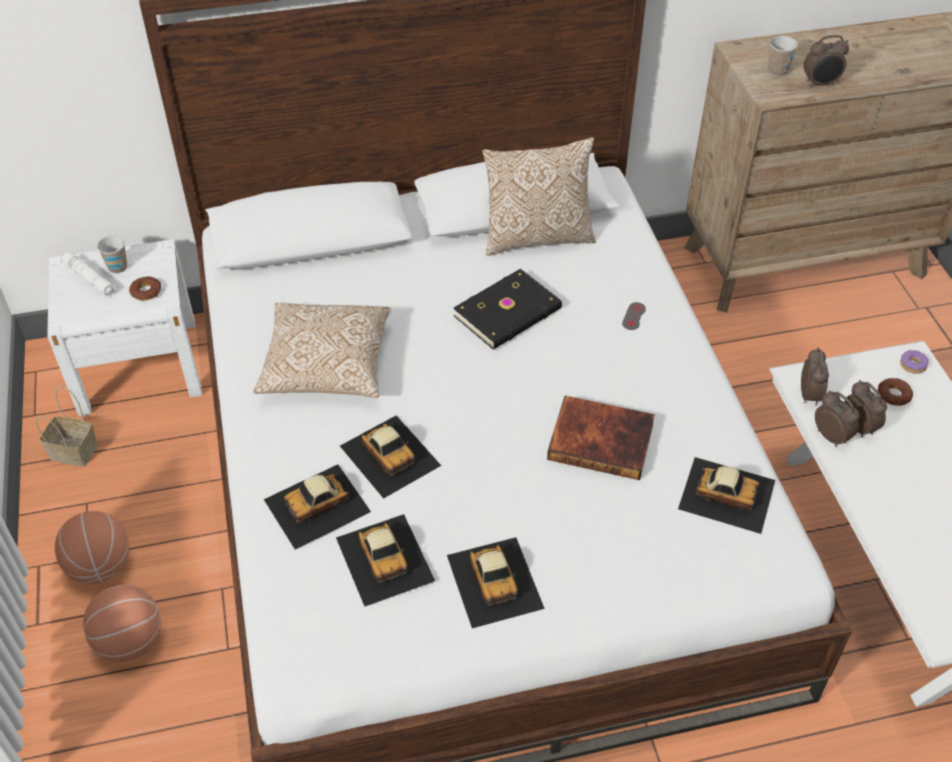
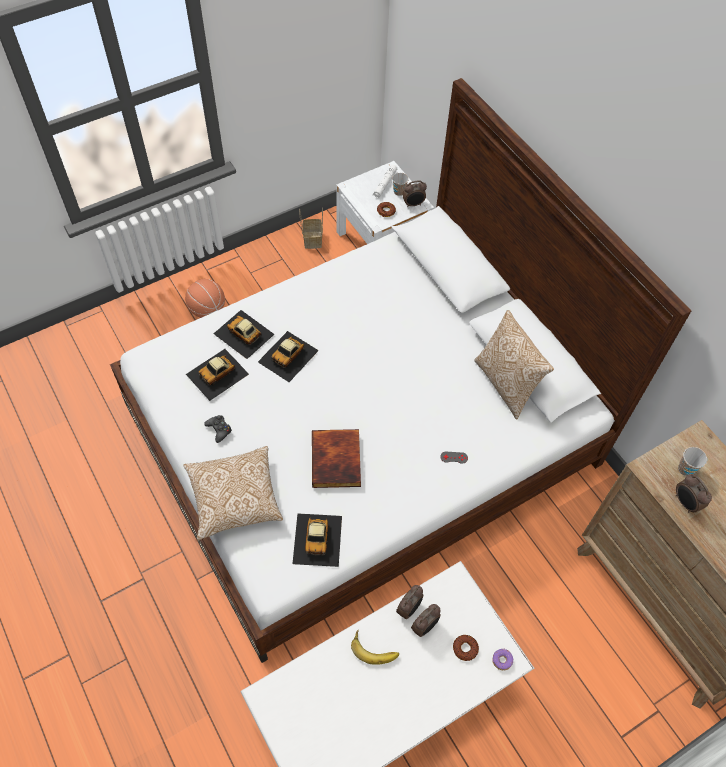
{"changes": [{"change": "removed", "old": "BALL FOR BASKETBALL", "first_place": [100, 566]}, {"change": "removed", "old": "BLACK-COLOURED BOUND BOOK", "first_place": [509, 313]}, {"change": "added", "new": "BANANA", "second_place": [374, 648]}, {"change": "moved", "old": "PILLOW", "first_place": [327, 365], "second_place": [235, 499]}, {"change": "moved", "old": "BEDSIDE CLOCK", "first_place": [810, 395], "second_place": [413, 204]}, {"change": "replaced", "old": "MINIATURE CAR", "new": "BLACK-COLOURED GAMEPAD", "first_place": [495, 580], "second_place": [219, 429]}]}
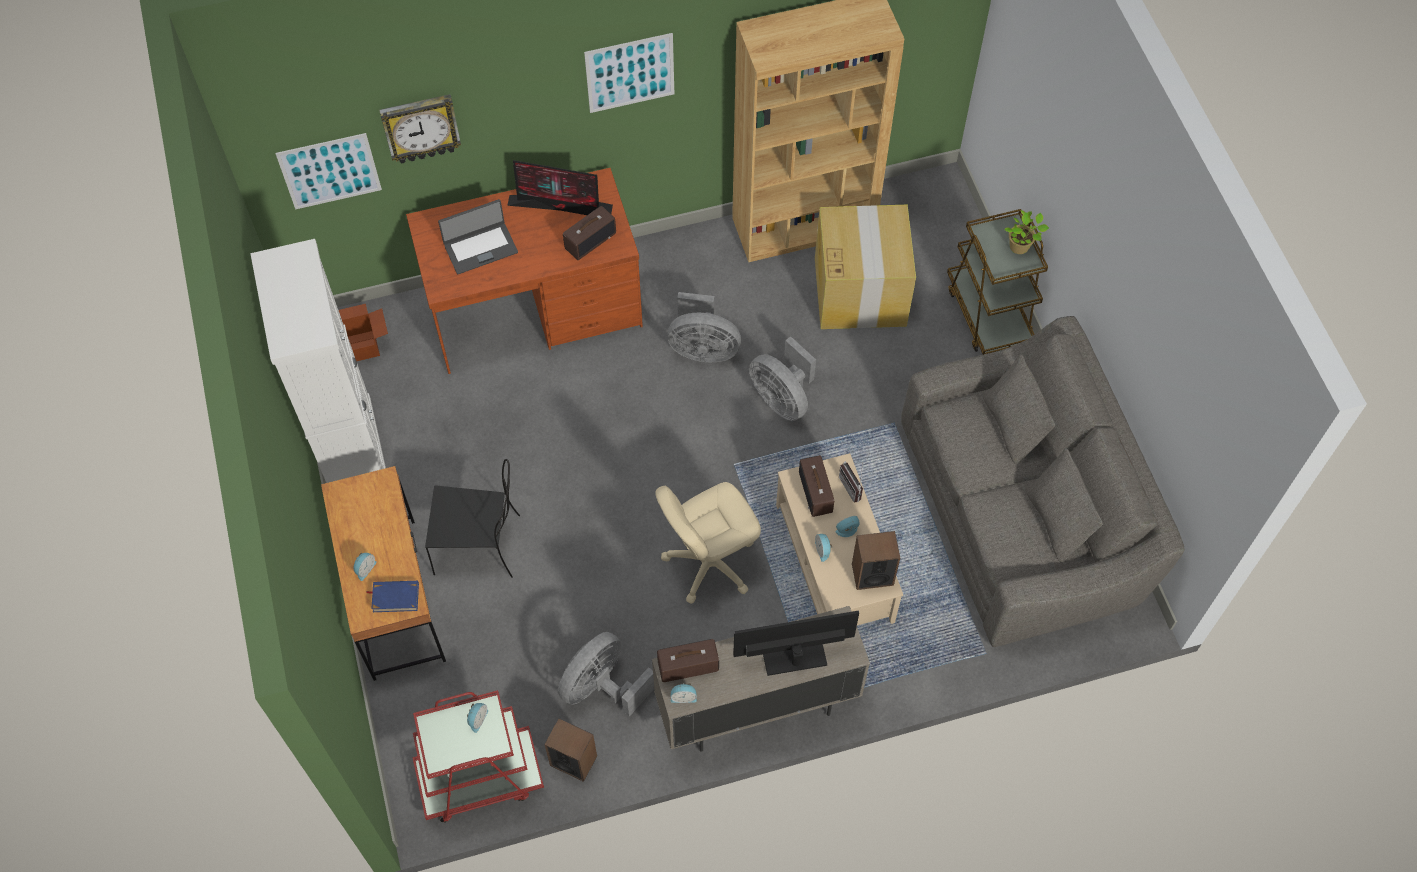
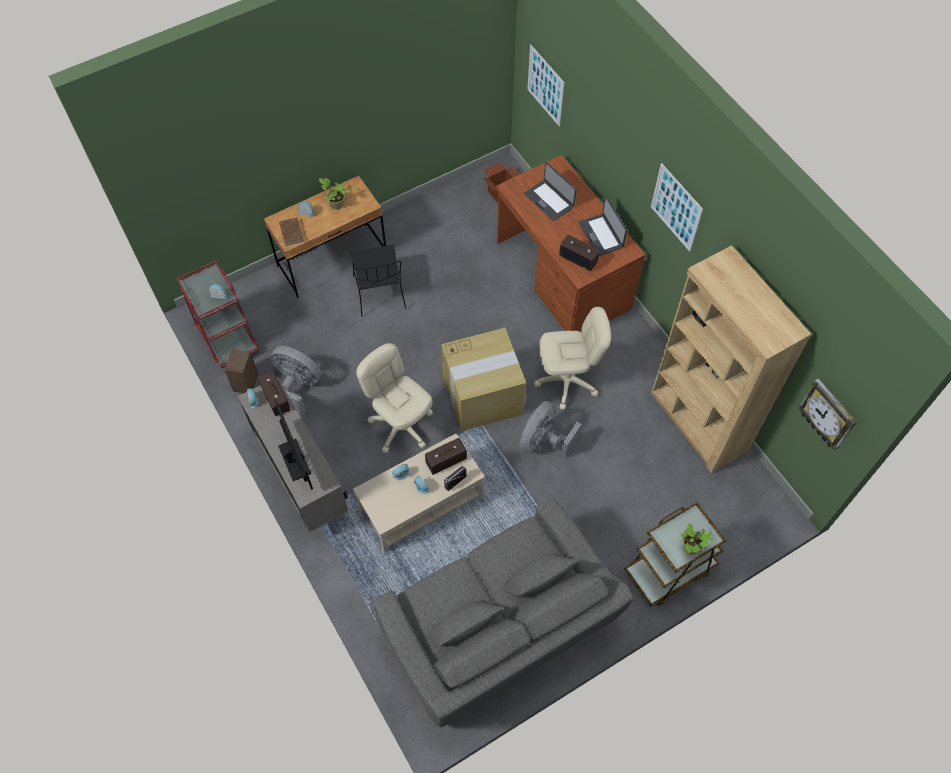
{"changes": [{"change": "removed", "old": "WHITE-COLOURED CABINET", "first_place": [353, 450]}, {"change": "removed", "old": "SPEAKER", "first_place": [872, 574]}, {"change": "added", "new": "POTTED PLANT", "second_place": [335, 204]}, {"change": "moved", "old": "CLOCK ON THE WALL", "first_place": [420, 128], "second_place": [828, 414]}, {"change": "moved", "old": "PACKING BOX", "first_place": [860, 290], "second_place": [484, 395]}, {"change": "replaced", "old": "COMPUTER SCREEN", "new": "NOTEBOOK COMPUTER", "first_place": [561, 205], "second_place": [601, 235]}, {"change": "replaced", "old": "GRAY COOLING FAN", "new": "SAND-COLOURED DESK CHAIR", "first_place": [703, 348], "second_place": [567, 381]}, {"change": "recoloured", "old": "BLUISH BOUND BOOK", "new": "BROWN BOUND BOOK", "first_place": [395, 597], "second_place": [292, 233]}]}
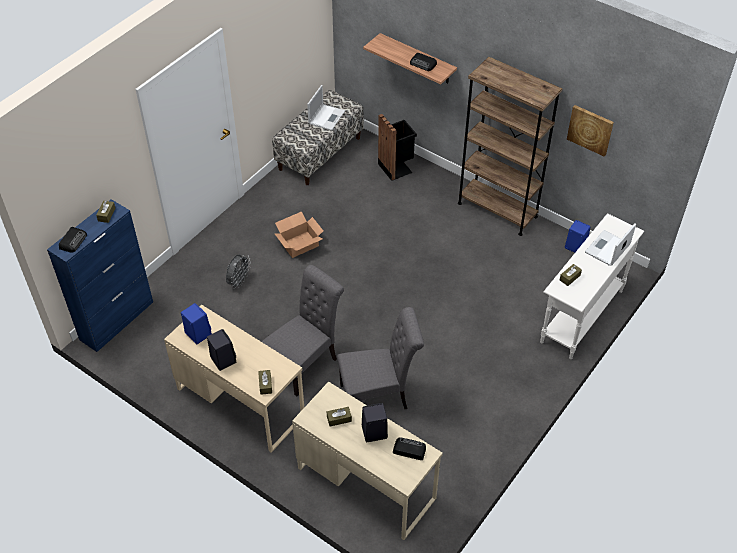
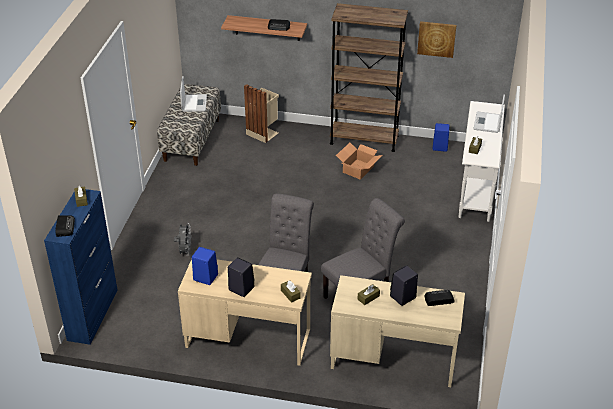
{"changes": [{"change": "moved", "old": "PACKING BOX", "first_place": [299, 244], "second_place": [358, 169]}, {"change": "recoloured", "old": "BLACK-COLOURED RUBBISH BIN", "new": "SAND-COLOURED RUBBISH BIN", "first_place": [396, 167], "second_place": [263, 132]}]}
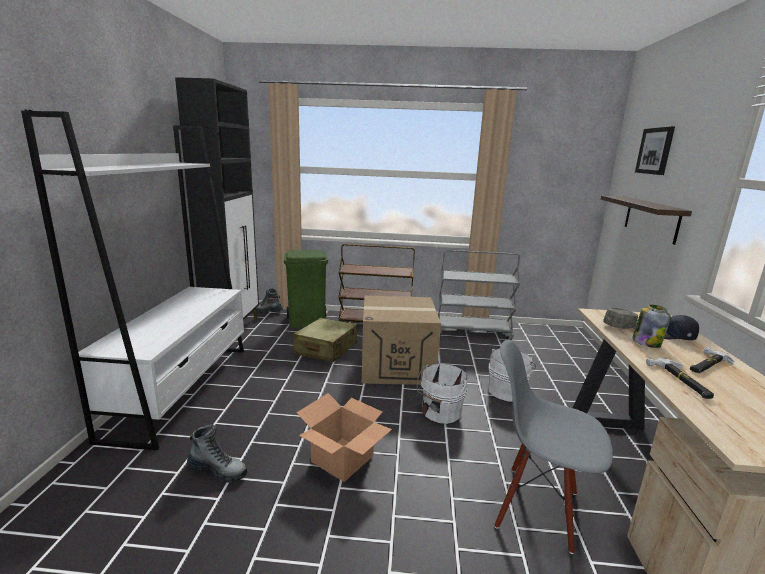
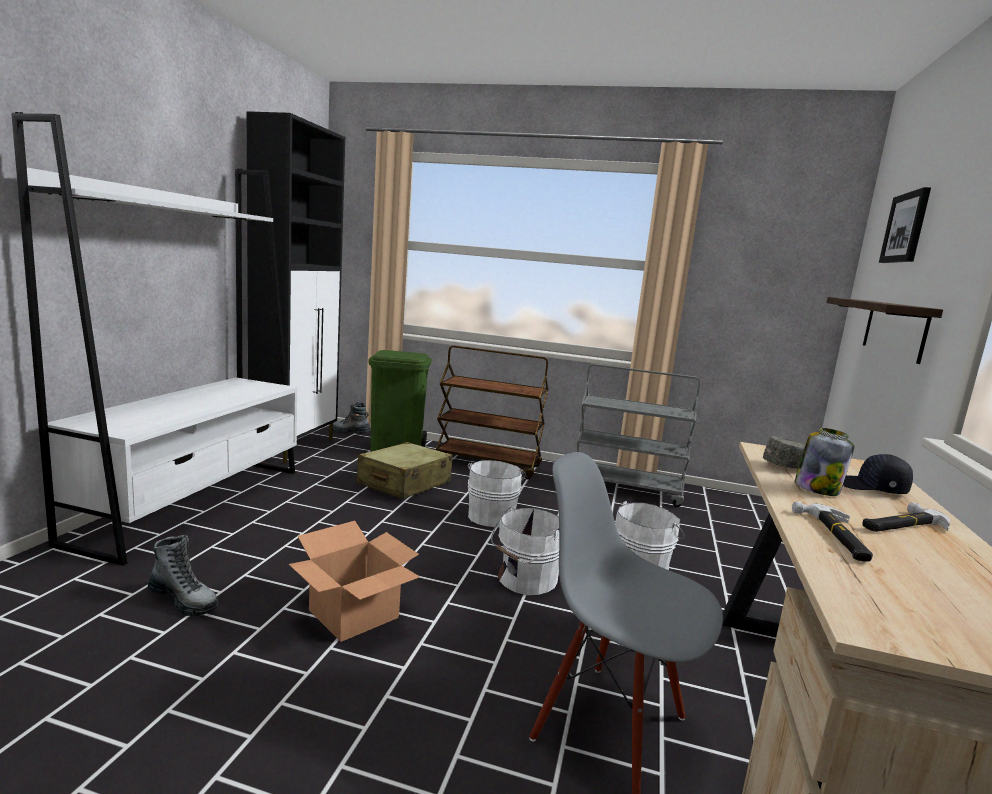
{"changes": [{"change": "replaced", "old": "PACKING BOX", "new": "WHITE-COLOURED WATER BUCKET", "first_place": [397, 366], "second_place": [492, 515]}]}
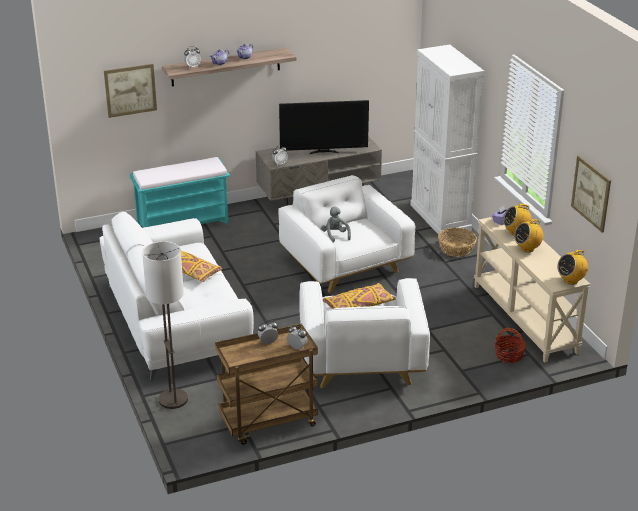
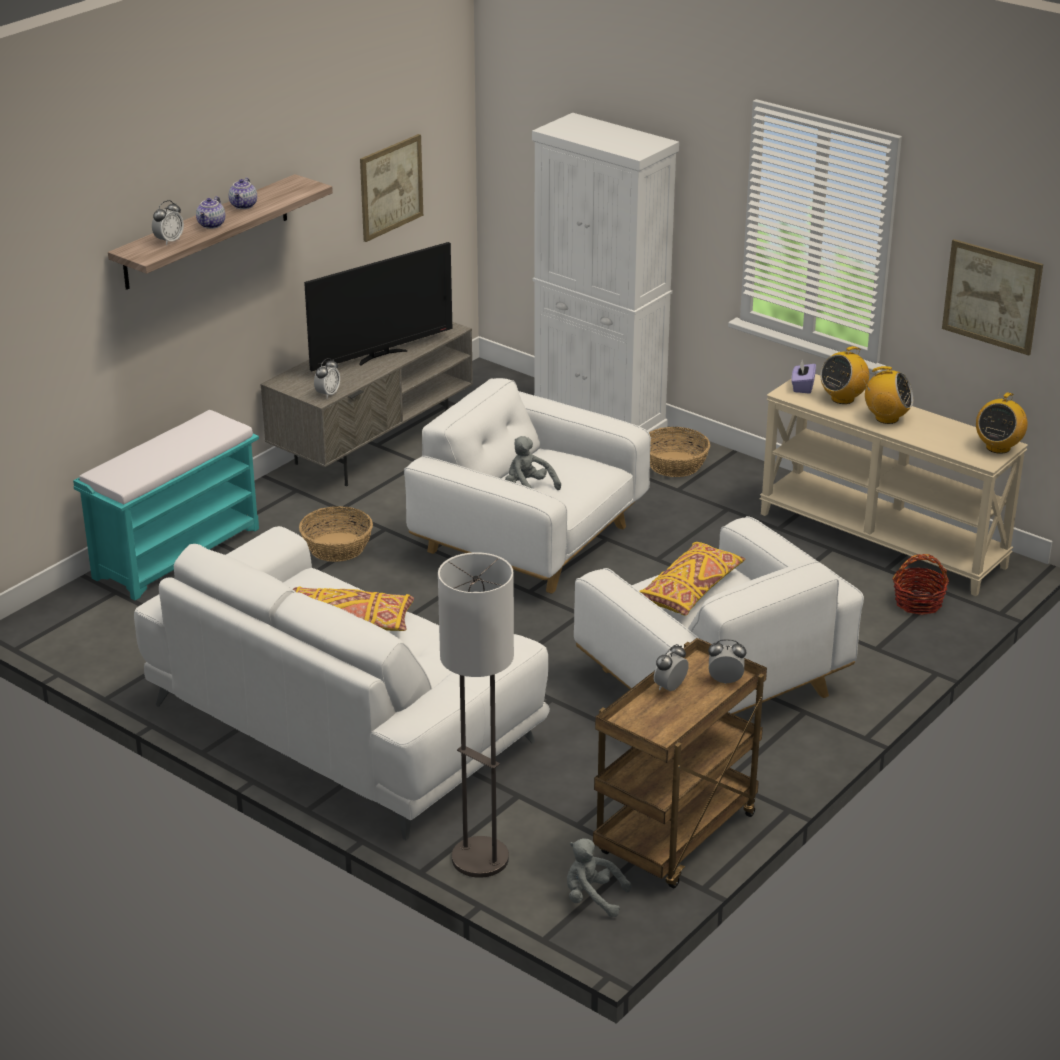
{"changes": [{"change": "added", "new": "BASKET", "second_place": [337, 547]}, {"change": "added", "new": "GRAY PLUSH TOY", "second_place": [592, 898]}, {"change": "moved", "old": "WALL PICTURE", "first_place": [130, 90], "second_place": [391, 187]}, {"change": "turned", "old": "RADIO", "first_place": [527, 248], "second_place": [886, 418], "degrees": -105}]}
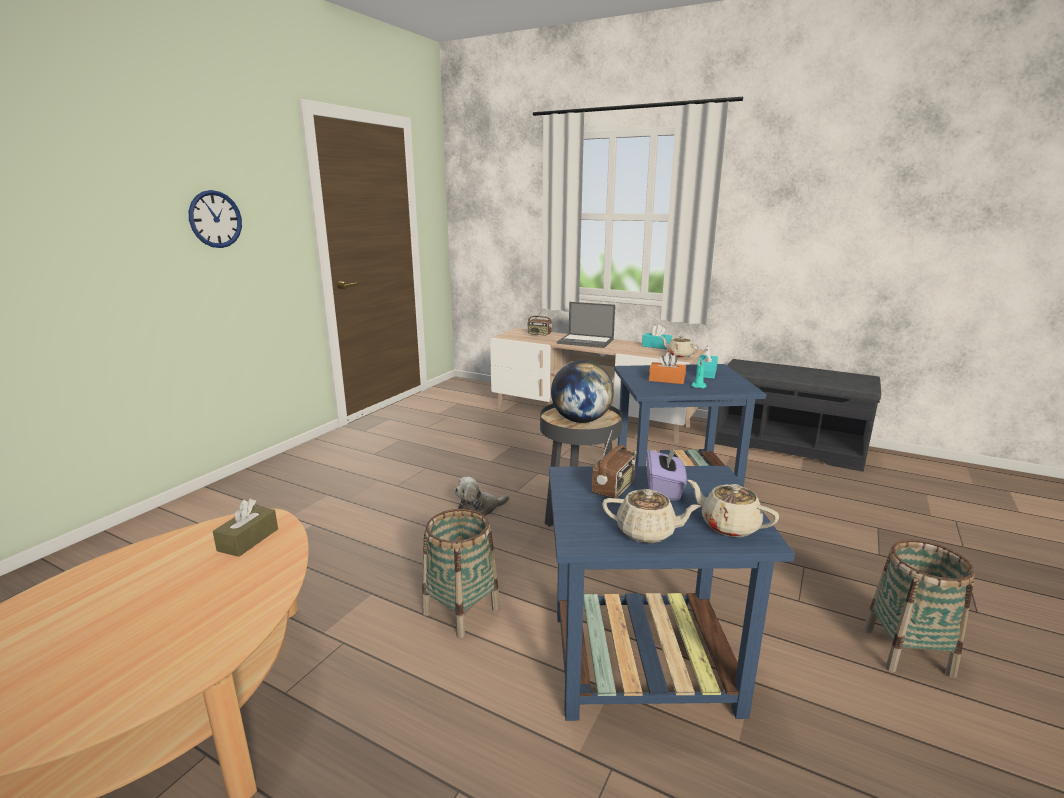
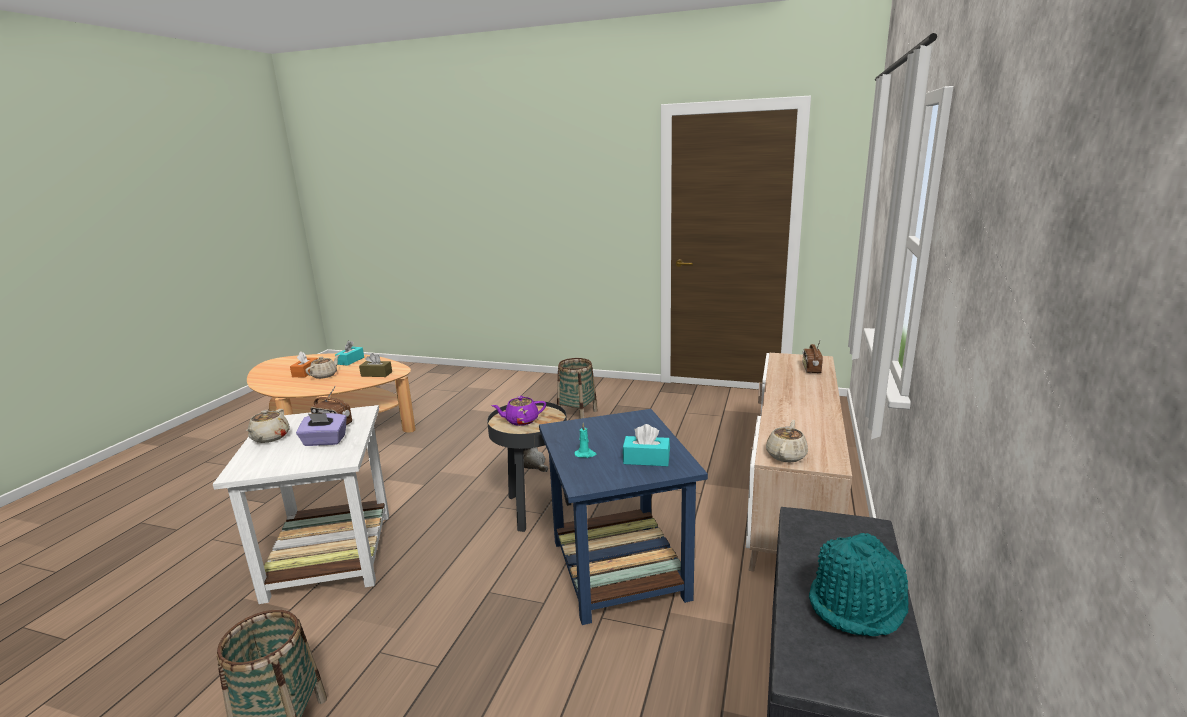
{"changes": [{"change": "removed", "old": "CLOCK ON THE WALL", "first_place": [215, 219]}, {"change": "removed", "old": "NOTEBOOK COMPUTER", "first_place": [586, 341]}, {"change": "added", "new": "TURQUOISE-COLOURED CLOTHING HAT", "second_place": [858, 605]}, {"change": "moved", "old": "BASKET", "first_place": [461, 611], "second_place": [577, 414]}, {"change": "moved", "old": "TURQUOISE-COLOURED BOX OF TISSUES", "first_place": [656, 346], "second_place": [350, 361]}, {"change": "moved", "old": "ORANGEY BOX OF TISSUES", "first_place": [666, 380], "second_place": [306, 372]}, {"change": "moved", "old": "SAND-COLOURED TEA POT", "first_place": [728, 525], "second_place": [325, 375]}, {"change": "replaced", "old": "WORLD GLOBE", "new": "PURPLISH TEA POT", "first_place": [581, 420], "second_place": [521, 421]}, {"change": "recoloured", "old": "BLUISH SIDE TABLE", "new": "WHITE-COLOURED SIDE TABLE", "first_place": [639, 661], "second_place": [330, 553]}]}
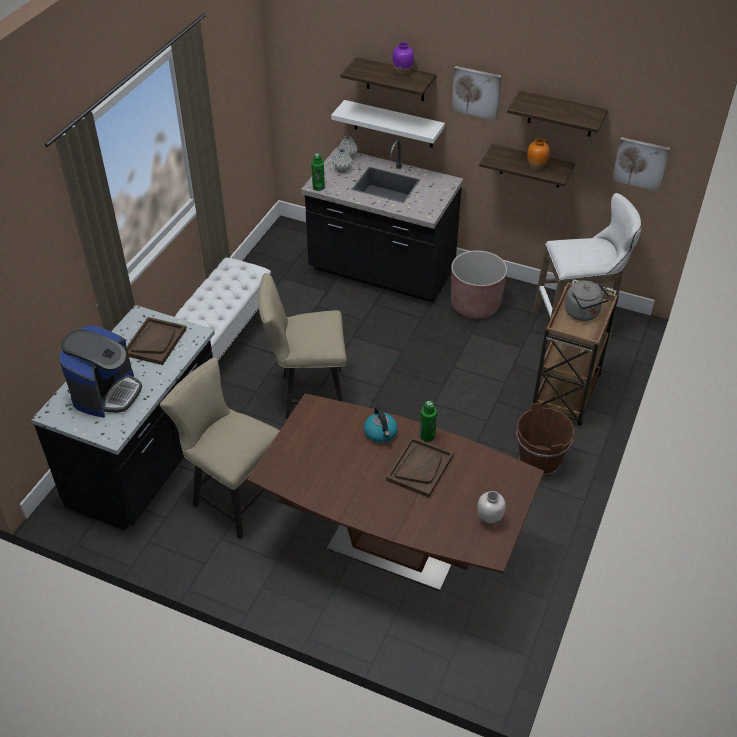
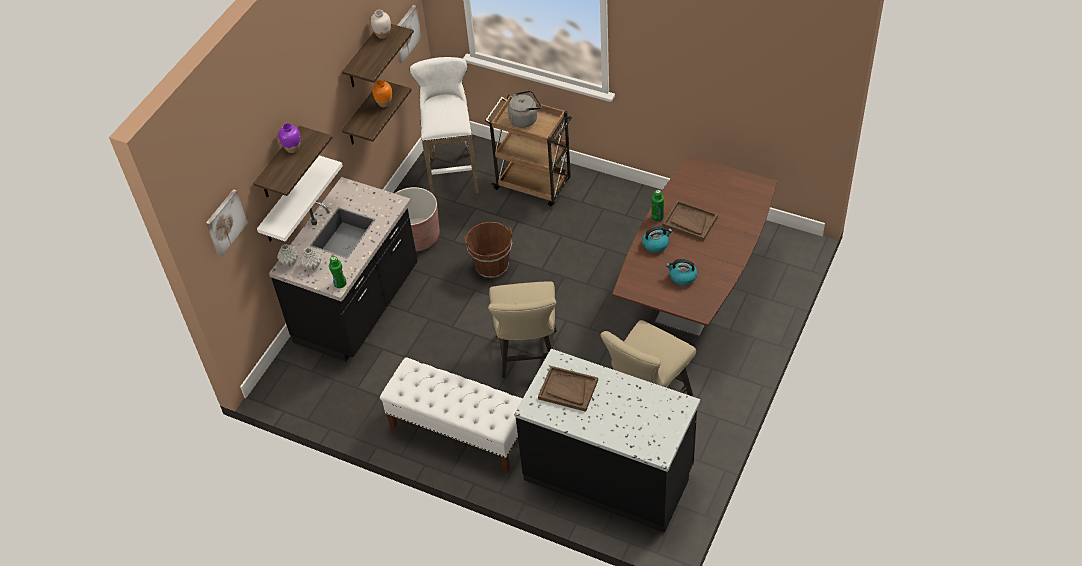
{"changes": [{"change": "removed", "old": "COFFEE MACHINE", "first_place": [106, 393]}, {"change": "added", "new": "WATER KETTLE", "second_place": [682, 277]}, {"change": "moved", "old": "WALL PICTURE", "first_place": [476, 92], "second_place": [225, 222]}, {"change": "moved", "old": "WHITE-COLOURED DECORATIVE VASE", "first_place": [489, 520], "second_place": [383, 34]}, {"change": "moved", "old": "BROWN WATER BUCKET", "first_place": [539, 461], "second_place": [492, 266]}]}
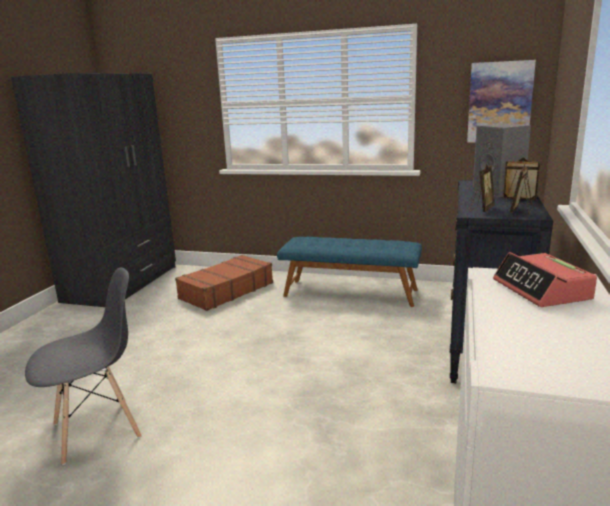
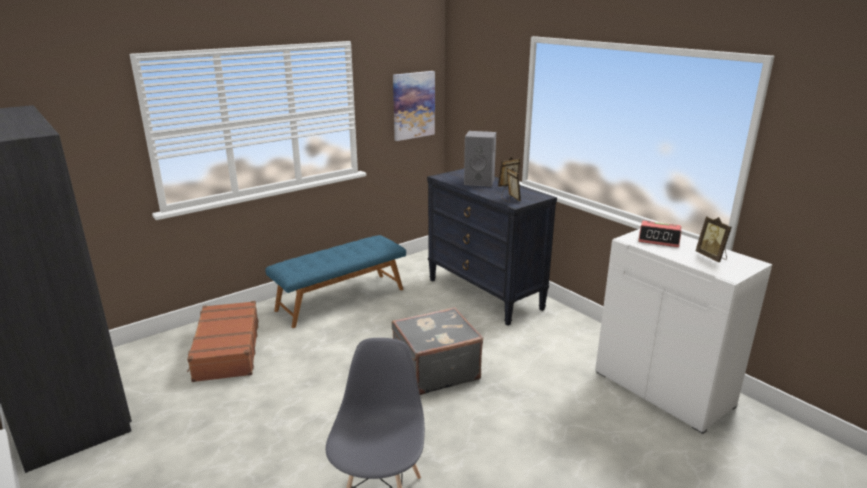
{"changes": [{"change": "added", "new": "GRAY PIECE OF LUGGAGE", "second_place": [434, 370]}, {"change": "moved", "old": "STANDING FRAME", "first_place": [521, 211], "second_place": [711, 257]}]}
